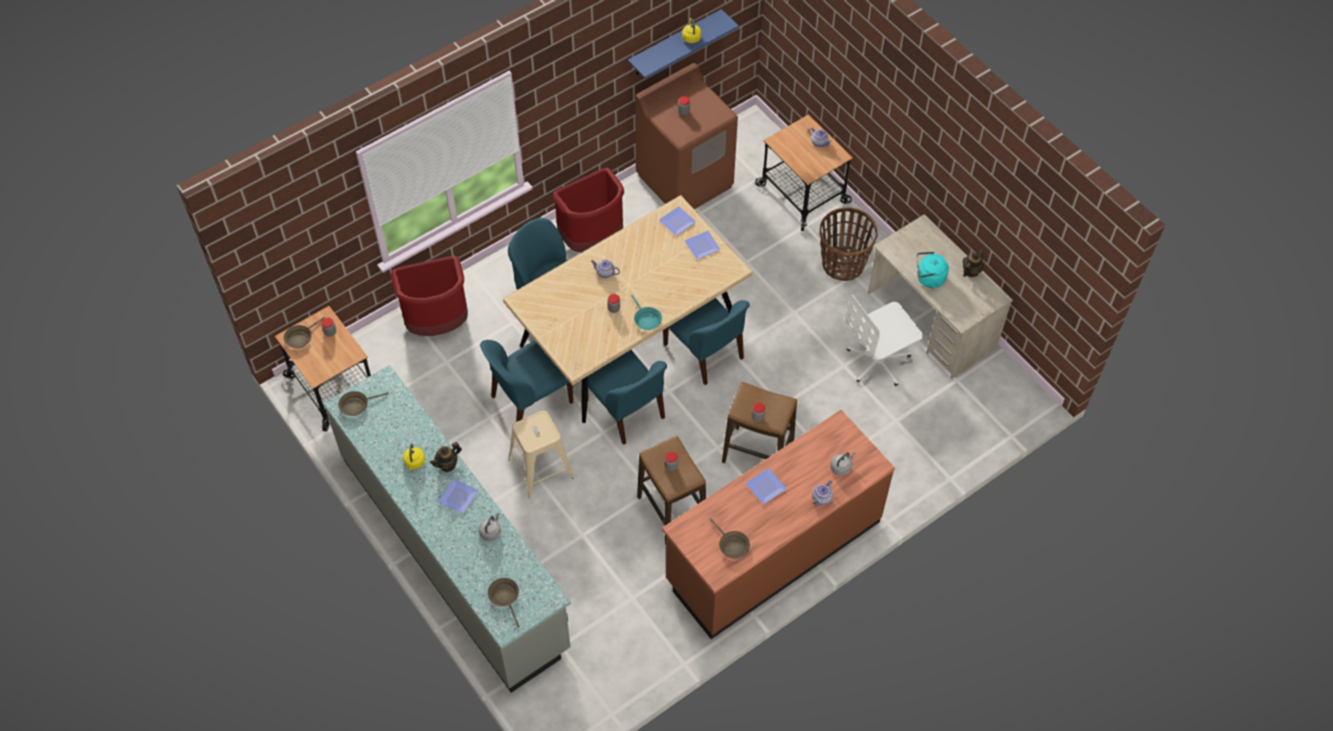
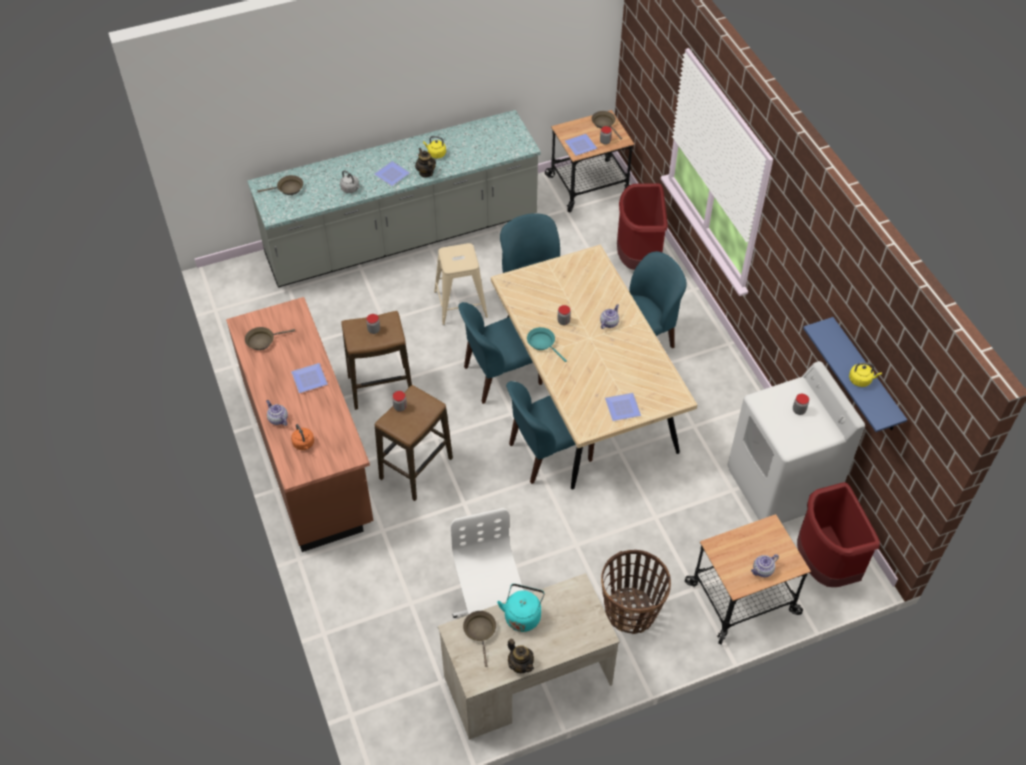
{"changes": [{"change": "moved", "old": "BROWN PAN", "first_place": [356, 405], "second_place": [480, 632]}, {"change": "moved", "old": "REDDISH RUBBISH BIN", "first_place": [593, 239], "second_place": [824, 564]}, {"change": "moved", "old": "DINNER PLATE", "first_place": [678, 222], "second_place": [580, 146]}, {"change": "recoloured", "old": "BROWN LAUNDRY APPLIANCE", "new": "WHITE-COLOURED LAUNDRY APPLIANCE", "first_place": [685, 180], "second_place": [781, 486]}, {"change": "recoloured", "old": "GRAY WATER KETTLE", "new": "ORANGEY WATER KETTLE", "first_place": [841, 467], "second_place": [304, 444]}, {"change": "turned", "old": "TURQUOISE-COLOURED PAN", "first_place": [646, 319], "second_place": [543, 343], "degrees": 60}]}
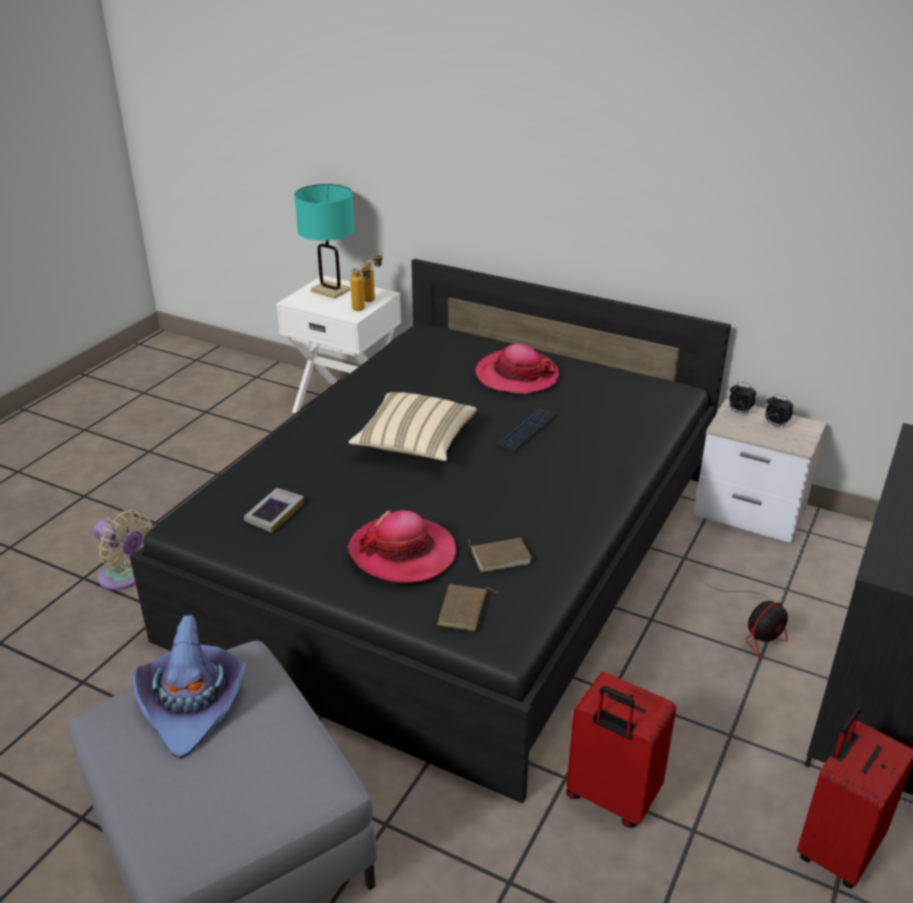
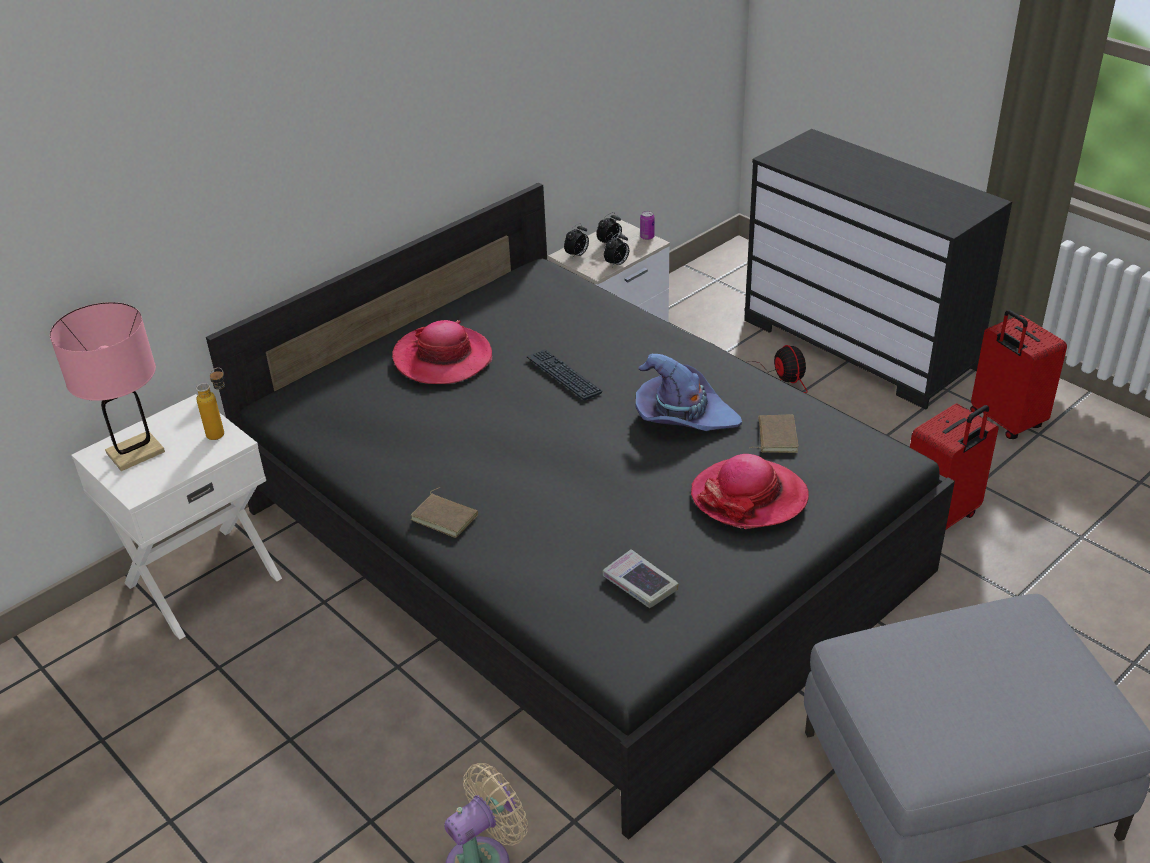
{"changes": [{"change": "removed", "old": "SAND-COLOURED PILLOW", "first_place": [414, 443]}, {"change": "removed", "old": "DRINK BOTTLE", "first_place": [373, 299]}, {"change": "added", "new": "BEDSIDE CLOCK", "second_place": [617, 264]}, {"change": "added", "new": "METAL CAN", "second_place": [647, 237]}, {"change": "moved", "old": "PURPLISH CLOTHING HAT", "first_place": [193, 703], "second_place": [683, 416]}, {"change": "moved", "old": "BROWN BOUND BOOK", "first_place": [464, 611], "second_place": [446, 517]}, {"change": "recoloured", "old": "TURQUOISE-COLOURED TABLETOP LAMP", "new": "PINK TABLETOP LAMP", "first_place": [330, 291], "second_place": [135, 452]}]}
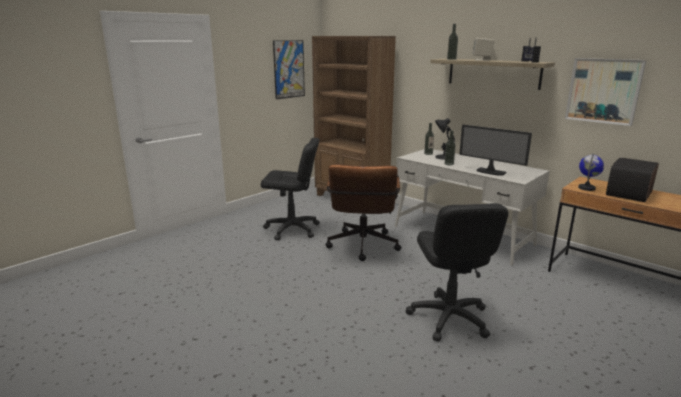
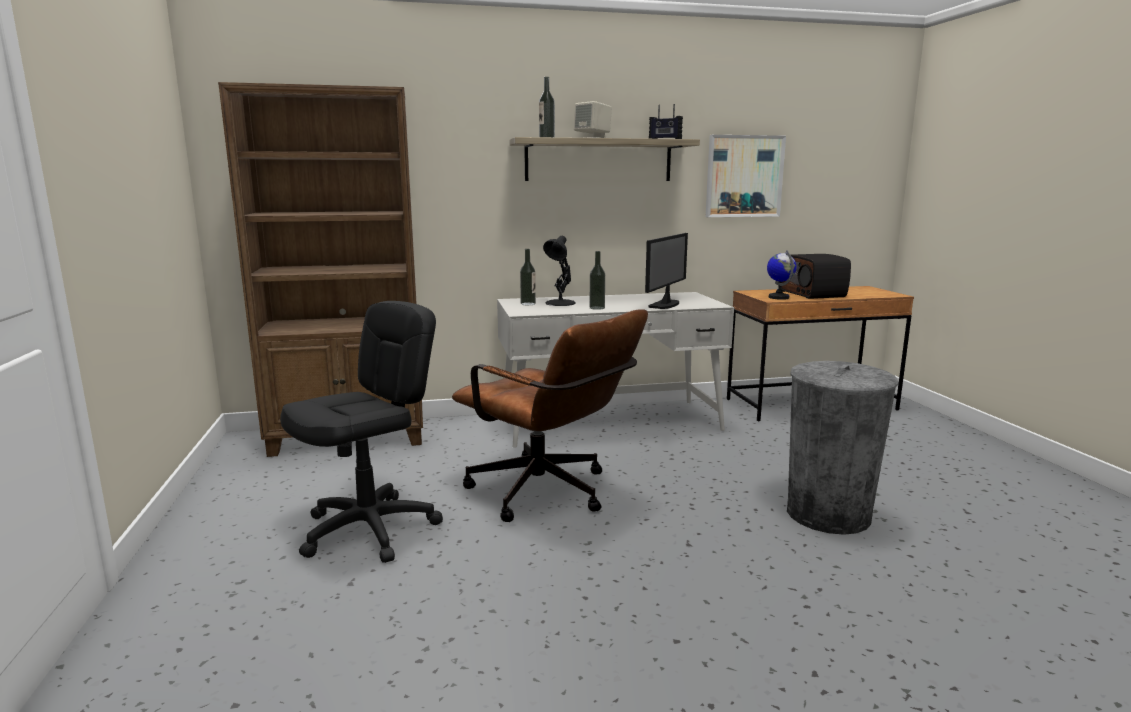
{"changes": [{"change": "removed", "old": "WALL PICTURE", "first_place": [289, 69]}, {"change": "replaced", "old": "BLACK-COLOURED DESK CHAIR", "new": "GRAY RUBBISH BIN", "first_place": [449, 318], "second_place": [828, 514]}, {"change": "turned", "old": "COMPUTER SCREEN", "first_place": [490, 172], "second_place": [665, 305], "degrees": -45}]}
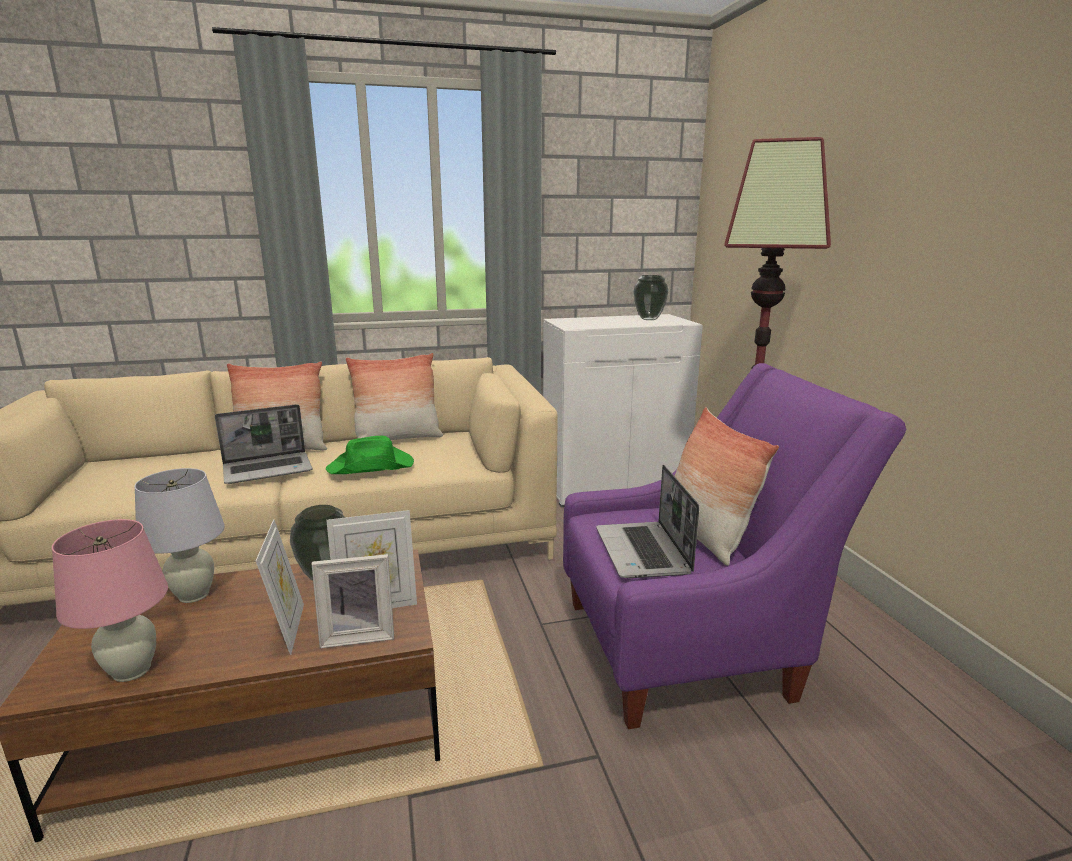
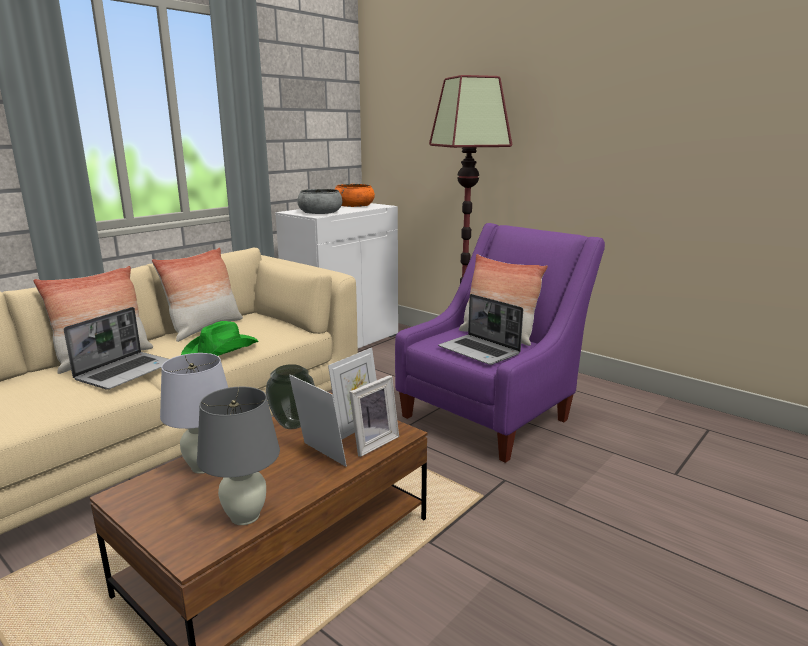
{"changes": [{"change": "added", "new": "GRAY BOWL", "second_place": [320, 212]}, {"change": "replaced", "old": "DECORATIVE VASE", "new": "ORANGEY BOWL", "first_place": [648, 319], "second_place": [354, 205]}, {"change": "recoloured", "old": "PINK TABLETOP LAMP", "new": "GRAY TABLETOP LAMP", "first_place": [131, 670], "second_place": [244, 516]}]}
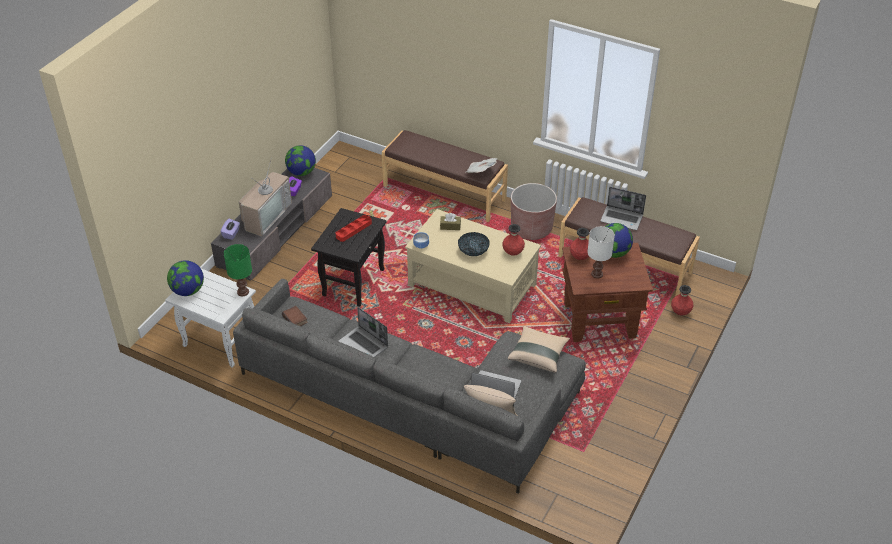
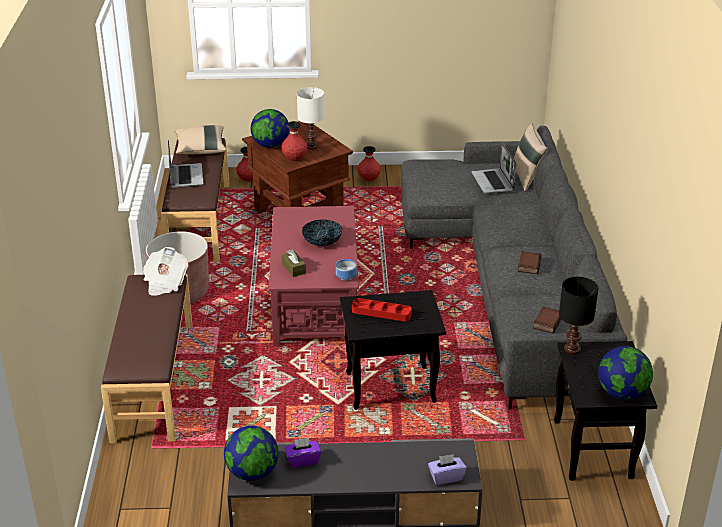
{"changes": [{"change": "removed", "old": "TELEVISION", "first_place": [265, 215]}, {"change": "moved", "old": "REDDISH DECORATIVE VASE", "first_place": [513, 253], "second_place": [369, 180]}, {"change": "moved", "old": "SAND-COLOURED PILLOW", "first_place": [538, 355], "second_place": [200, 149]}, {"change": "replaced", "old": "NOTEBOOK COMPUTER", "new": "BOUND BOOK", "first_place": [364, 345], "second_place": [528, 265]}, {"change": "recoloured", "old": "WHITE-COLOURED SIDE TABLE", "new": "BLACK-COLOURED SIDE TABLE", "first_place": [219, 343], "second_place": [594, 451]}, {"change": "recoloured", "old": "GREEN-COLOURED TABLETOP LAMP", "new": "BLACK-COLOURED TABLETOP LAMP", "first_place": [243, 292], "second_place": [572, 349]}, {"change": "recoloured", "old": "SAND-COLOURED LOUNGE TABLE", "new": "REDDISH LOUNGE TABLE", "first_place": [471, 284], "second_place": [314, 302]}]}
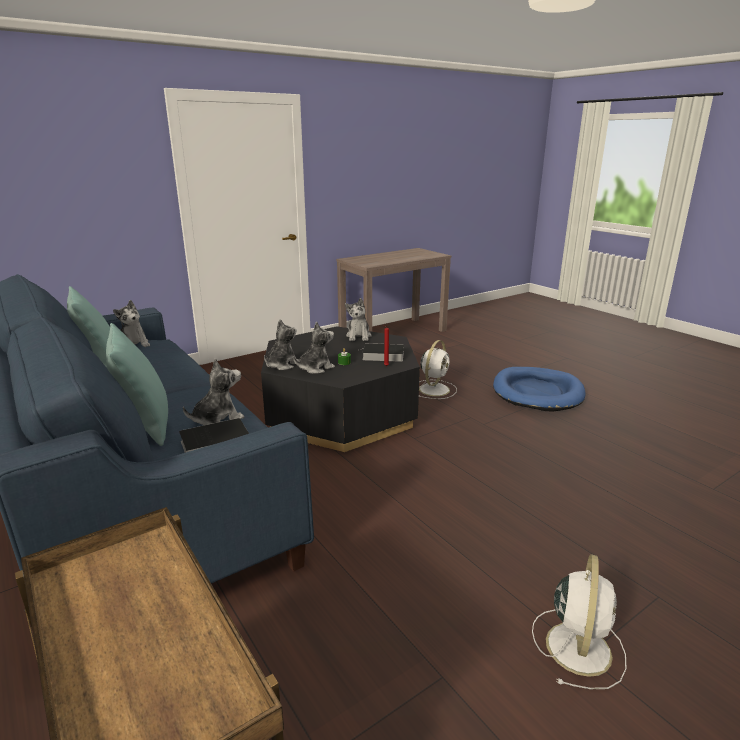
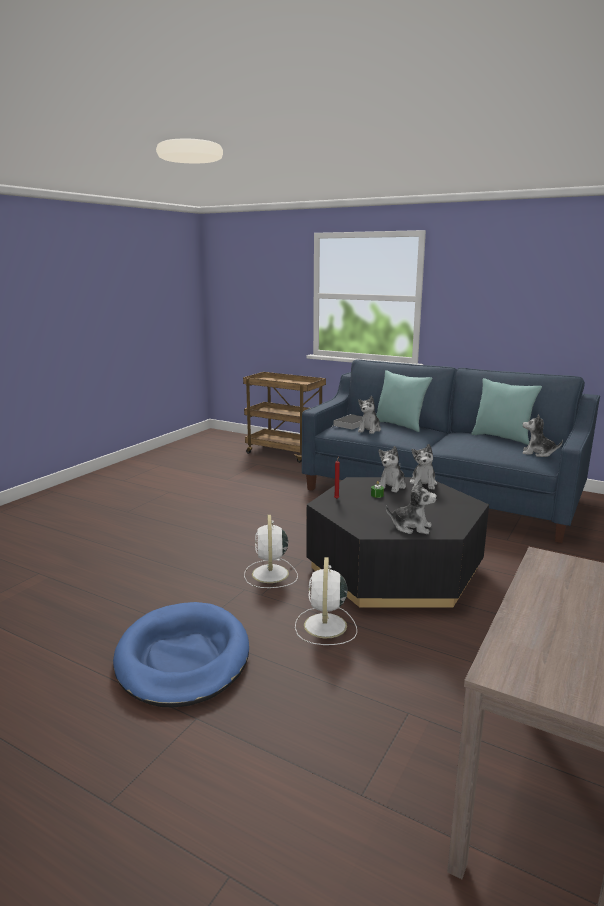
{"changes": [{"change": "removed", "old": "BOUND BOOK", "first_place": [381, 355]}, {"change": "moved", "old": "WHITE-COLOURED COOLING FAN", "first_place": [578, 646], "second_place": [270, 575]}, {"change": "turned", "old": "PLUSH TOY", "first_place": [359, 336], "second_place": [411, 527], "degrees": 135}]}
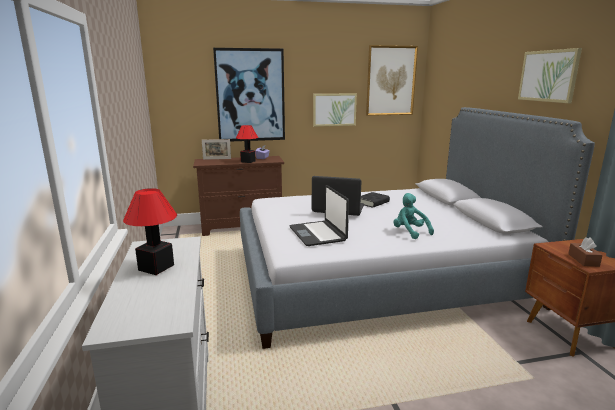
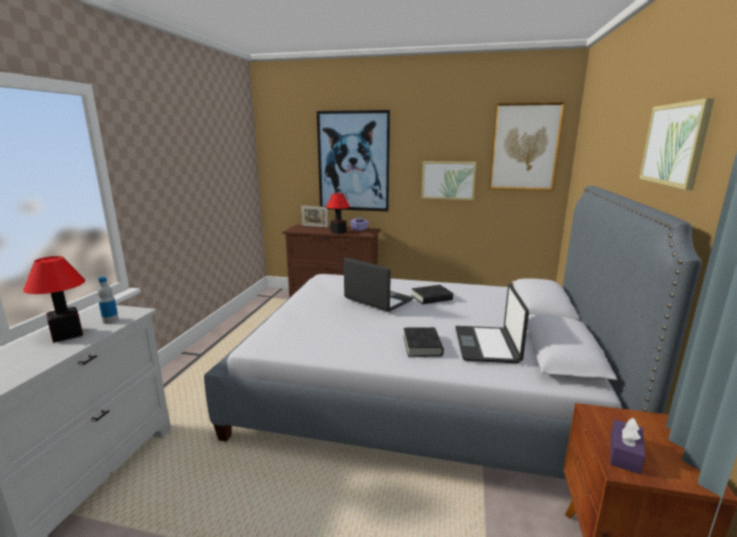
{"changes": [{"change": "added", "new": "DRINK BOTTLE", "second_place": [110, 321]}, {"change": "moved", "old": "NOTEBOOK COMPUTER", "first_place": [318, 234], "second_place": [487, 345]}, {"change": "replaced", "old": "TURQUOISE-COLOURED PLUSH TOY", "new": "BLACK-COLOURED BOUND BOOK", "first_place": [410, 232], "second_place": [422, 346]}, {"change": "recoloured", "old": "BROWN BOX OF TISSUES", "new": "PURPLISH BOX OF TISSUES", "first_place": [583, 260], "second_place": [624, 454]}]}
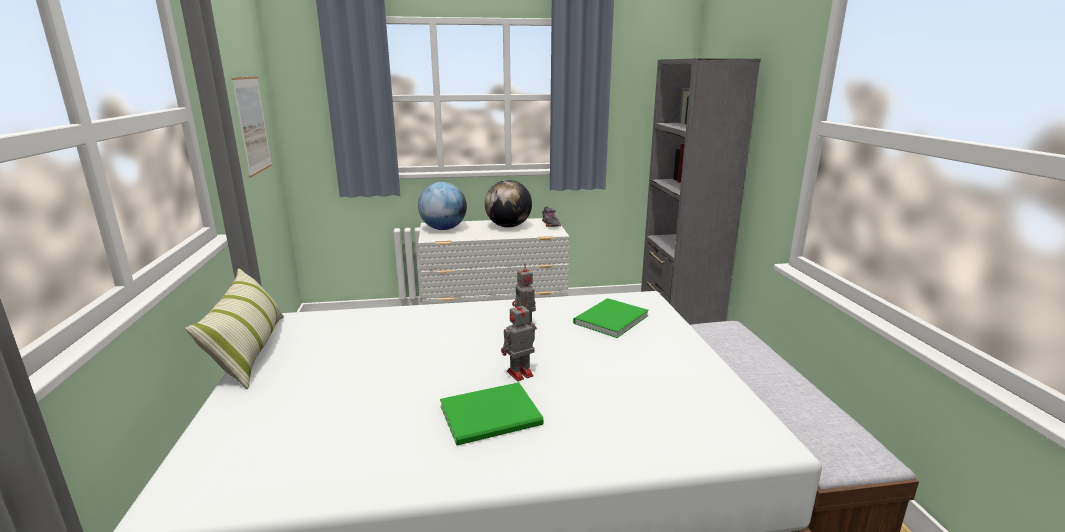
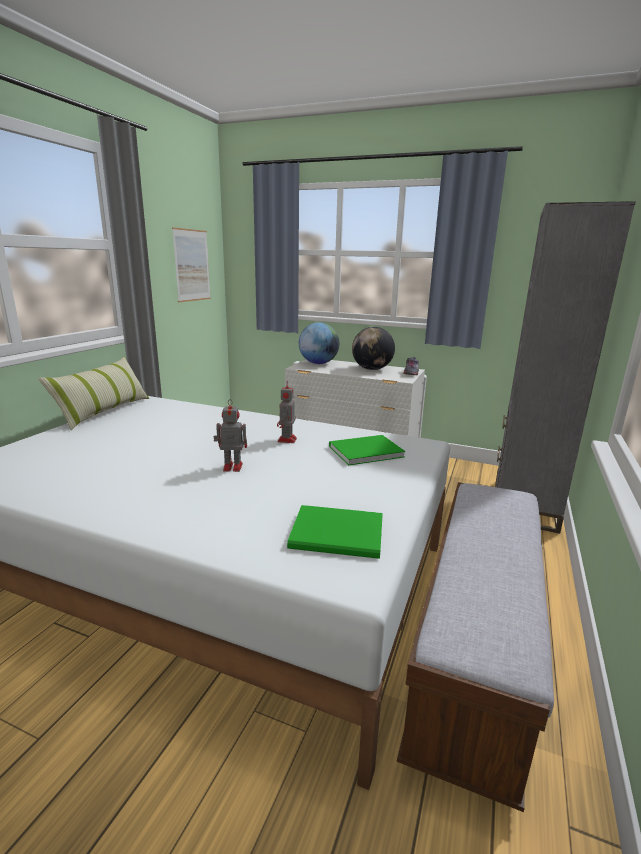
{"changes": [{"change": "moved", "old": "GREEN-COLOURED BOUND BOOK", "first_place": [494, 416], "second_place": [339, 535]}]}
